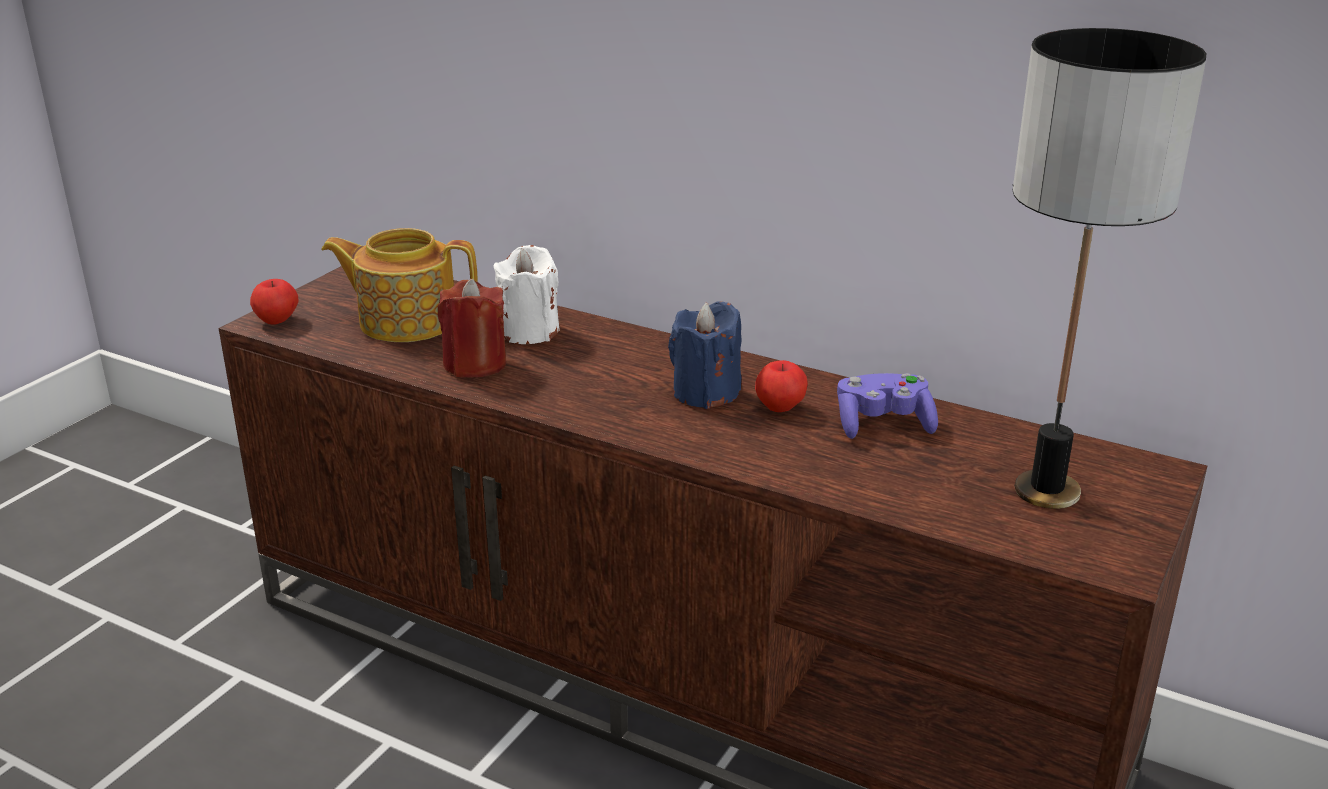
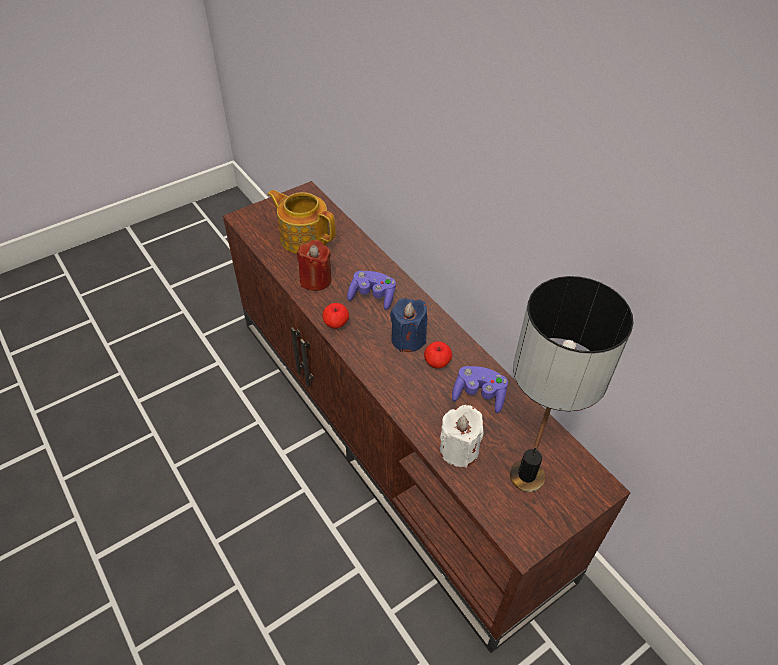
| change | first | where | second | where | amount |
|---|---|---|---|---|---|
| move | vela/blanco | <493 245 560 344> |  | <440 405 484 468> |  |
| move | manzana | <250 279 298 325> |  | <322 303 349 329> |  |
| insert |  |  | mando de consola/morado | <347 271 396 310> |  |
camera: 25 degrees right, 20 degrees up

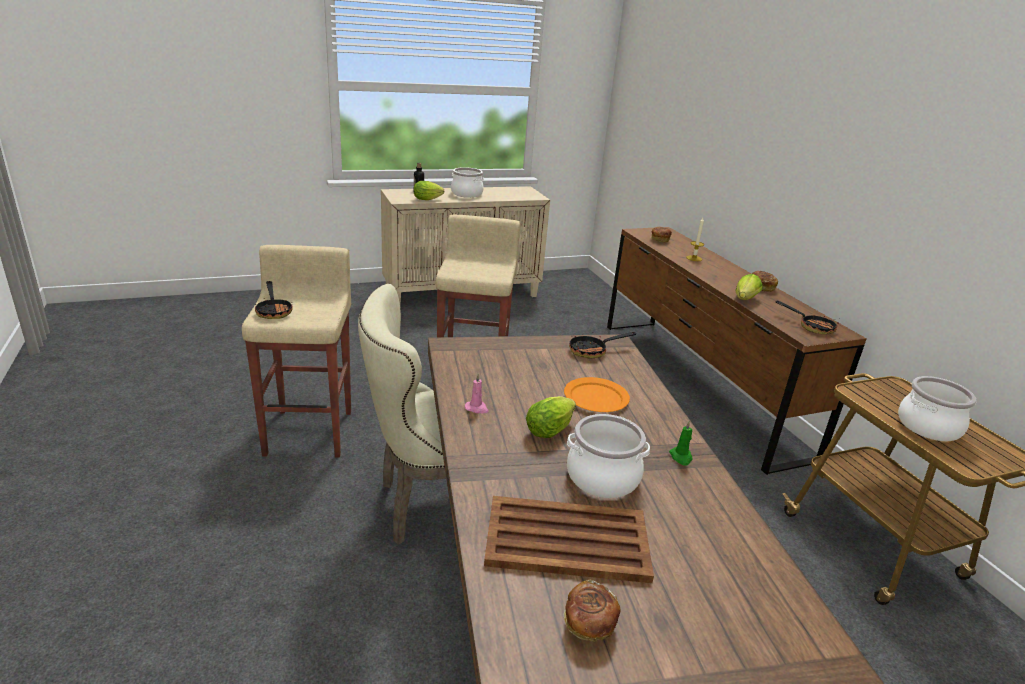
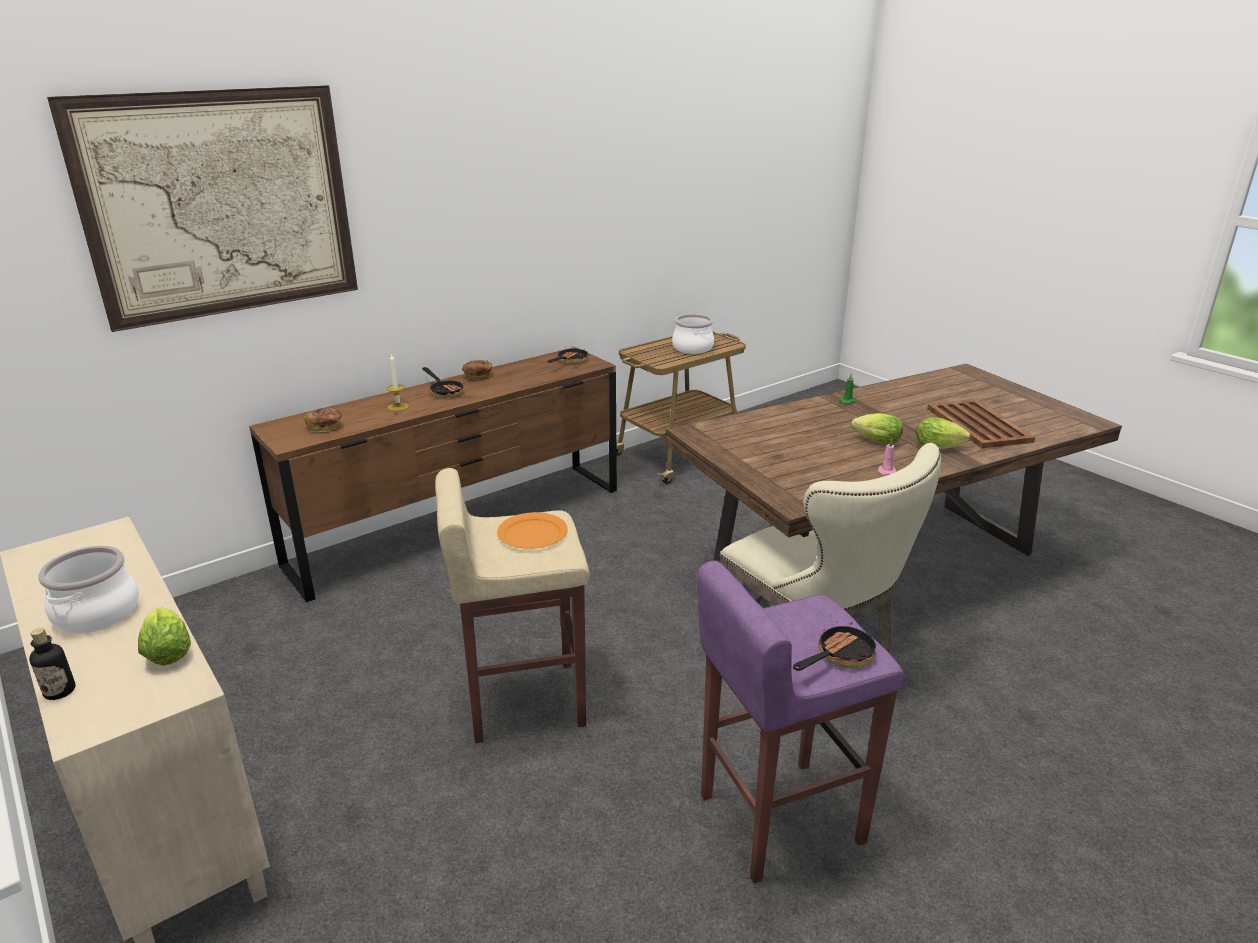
| change | first | where | second | where | amount |
|---|---|---|---|---|---|
| recolor | taburete/beis | <242 245 351 457> | taburete/morado | <697 560 904 883> |  |
| move | lechuga | <736 274 763 300> |  | <916 417 970 449> |  |
| move | sartén | <569 332 636 359> |  | <422 367 464 398> |  |
| move | plato/naranja | <564 377 630 412> |  | <497 512 568 549> |  |
| delete | olla | <567 414 650 498> |  |  |  |
| delete | pan | <563 580 621 642> |  |  |  |
| insert |  |  | cuadro | <47 85 358 332> |  |
camera: 105 degrees left, 0 degrees up

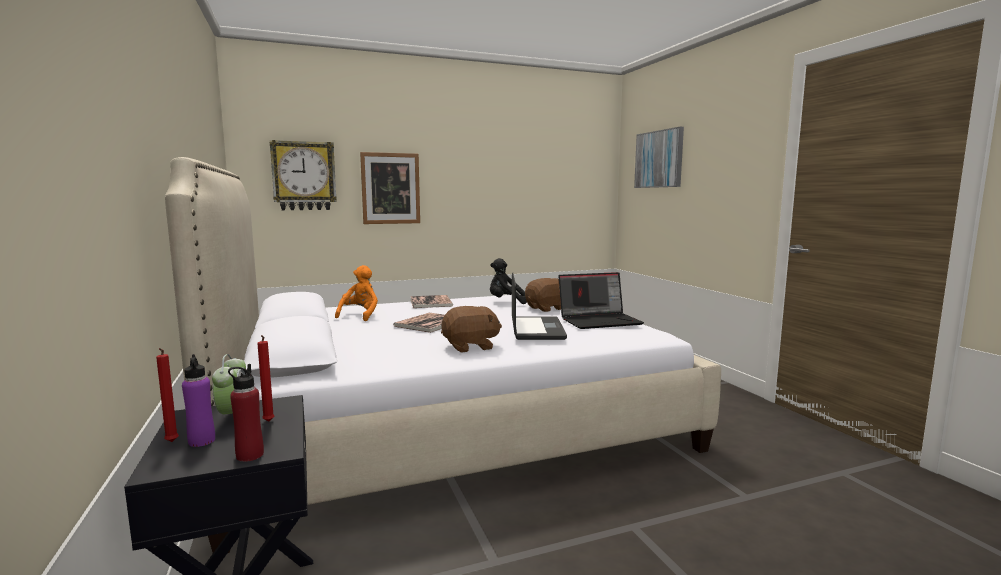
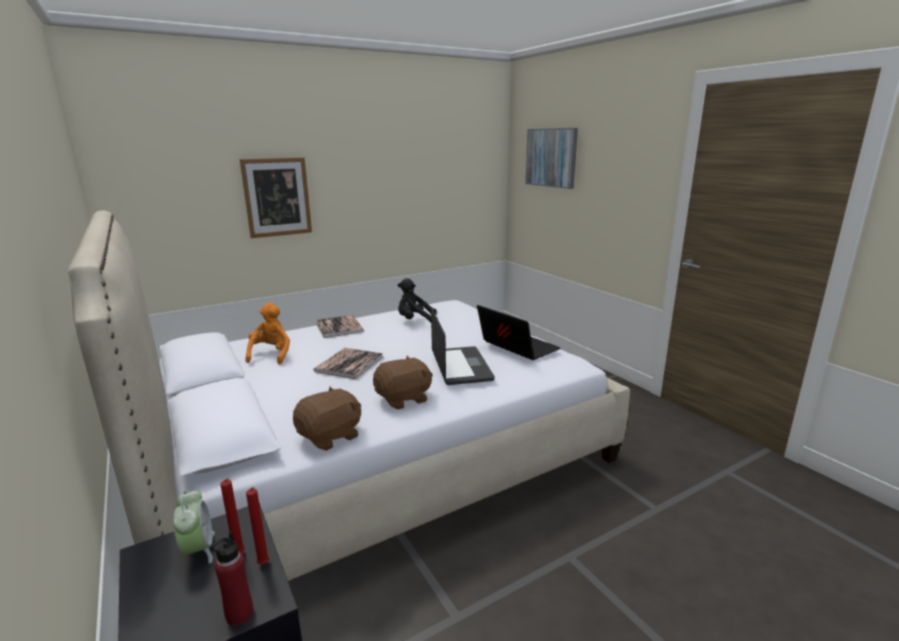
| change | first | where | second | where | amount |
|---|---|---|---|---|---|
| delete | reloj de pared | <270 140 337 210> |  |  |  |
| rotate | portátil | <559 272 644 329> |  | <477 305 560 360> | 105 degrees counterclockwise |
| move | peluche/marrón | <525 278 561 312> |  | <293 387 361 451> |  |
| move | vela/rojo | <156 348 179 442> |  | <246 487 269 565> |  |
| delete | botella/morado | <182 354 215 447> |  |  |  |
camera: 10 degrees left, 10 degrees up

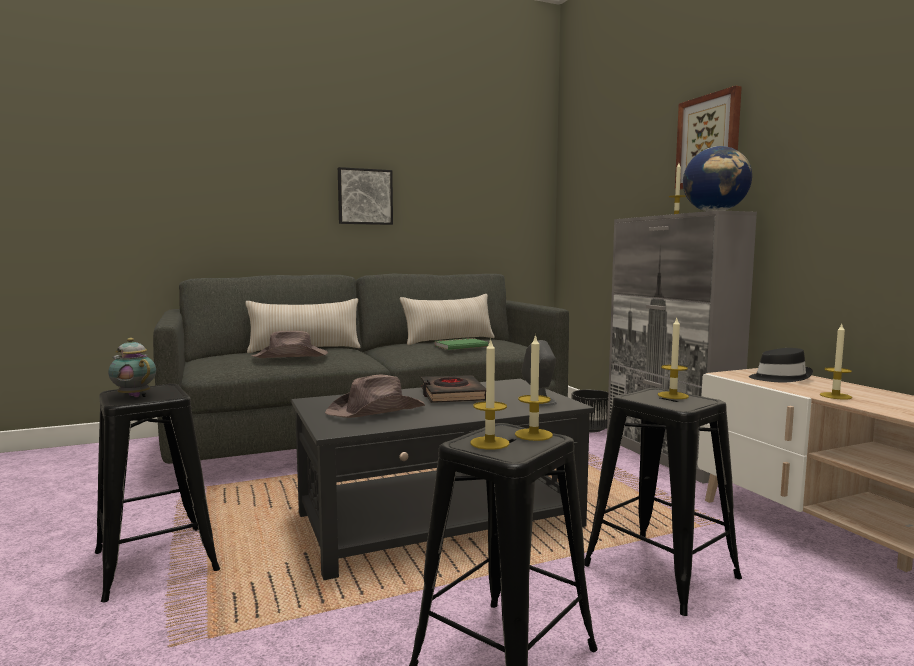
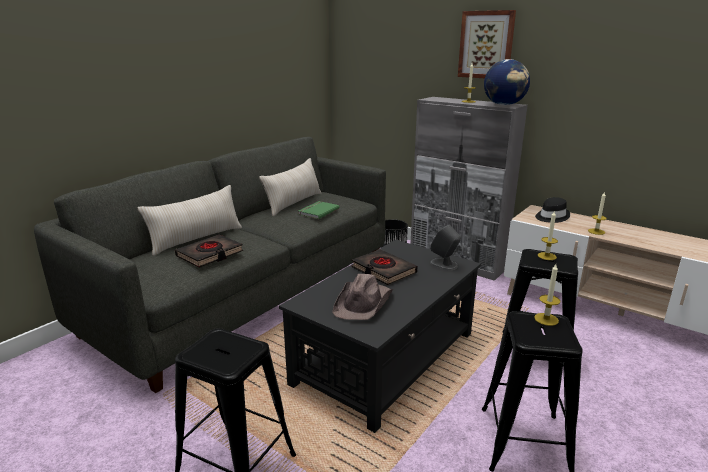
| change | first | where | second | where | amount |
|---|---|---|---|---|---|
| delete | cuadro | <338 167 393 225> |  |  |  |
| replace | sombrero/marrón | <252 331 328 358> | libro/negro | <175 234 243 268> |  |
| delete | tetera | <108 338 156 397> |  |  |  |
| delete | vela | <470 338 510 450> |  |  |  |
camera: 30 degrees left, 15 degrees up

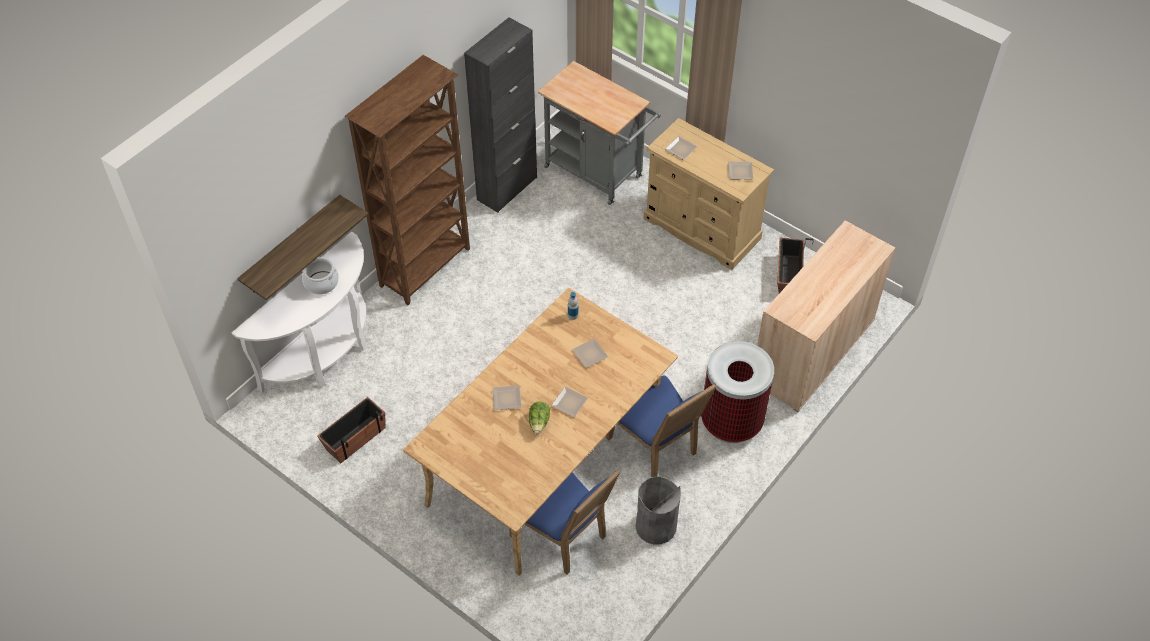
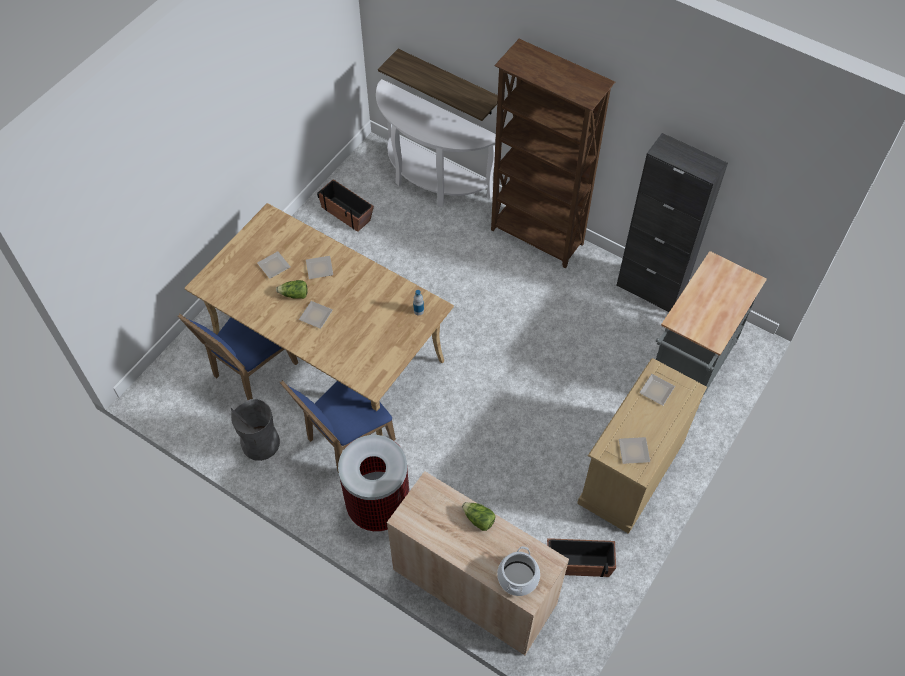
| change | first | where | second | where | amount |
|---|---|---|---|---|---|
| move | olla | <302 257 339 294> |  | <497 546 540 596> |  |
| move | plato | <572 339 608 368> |  | <257 251 290 279> |  |
| insert |  |  | lechuga | <462 502 496 531> |  |
camera: 85 degrees right, 5 degrees up

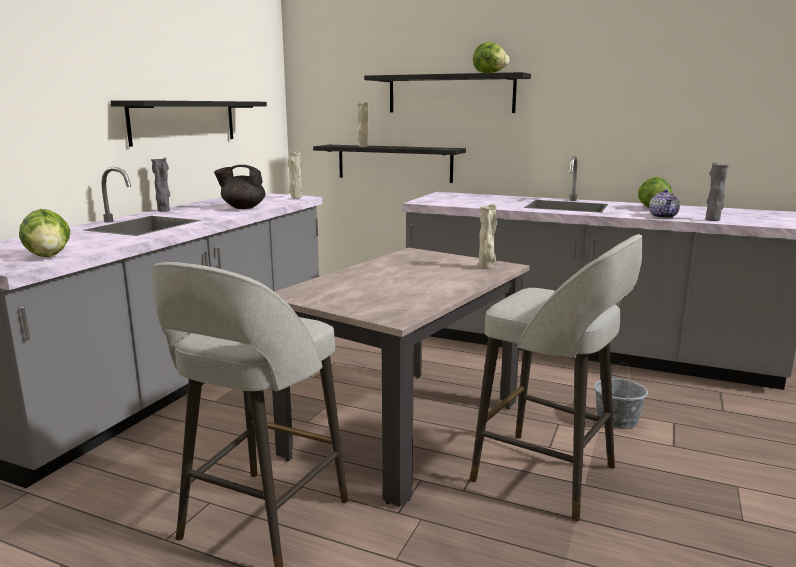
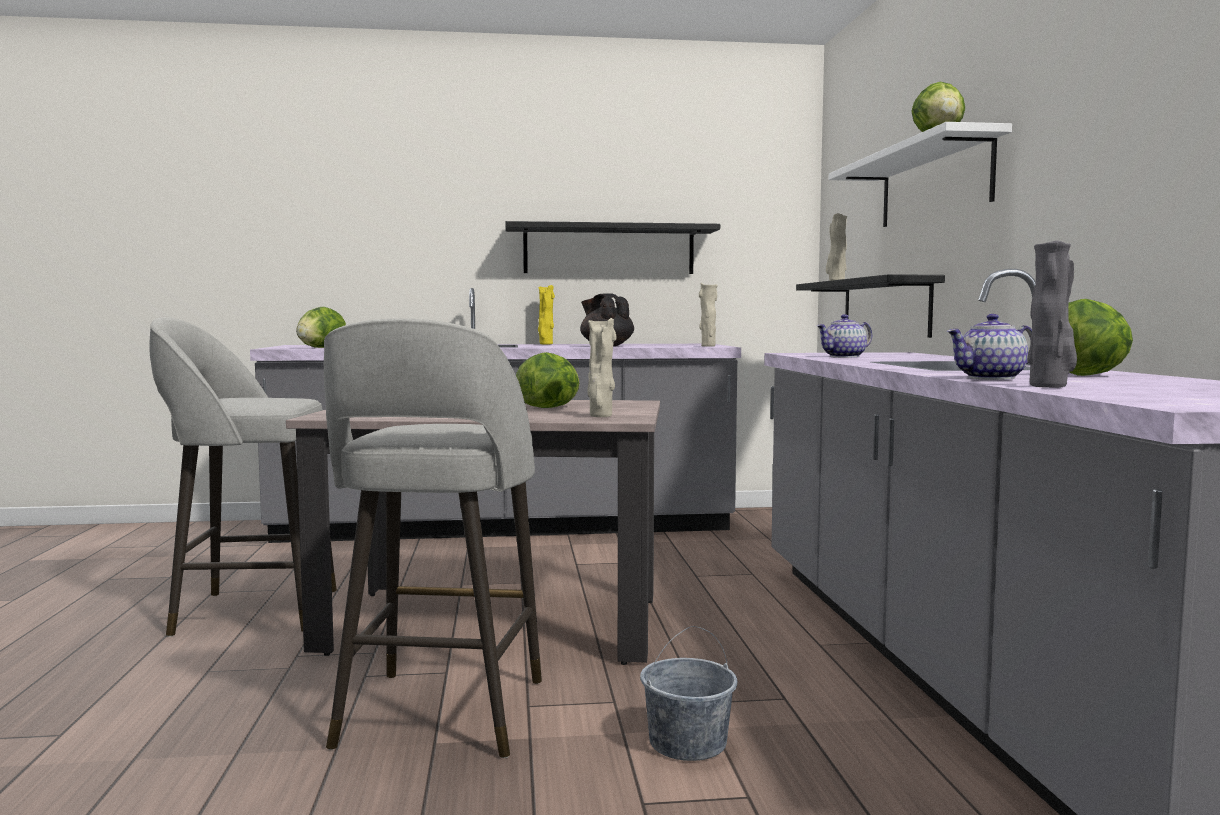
| change | first | where | second | where | amount |
|---|---|---|---|---|---|
| recolor | estante/negro | <364 72 531 113> | estante/blanco | <829 122 1012 227> |  |
| recolor | florero/gris | <151 157 170 212> | florero/amarillo | <538 285 555 344> |  |
| insert |  |  | tetera | <817 314 872 358> |  |
| insert |  |  | lechuga | <516 352 580 408> |  |
camera: 60 degrees right, 10 degrees down

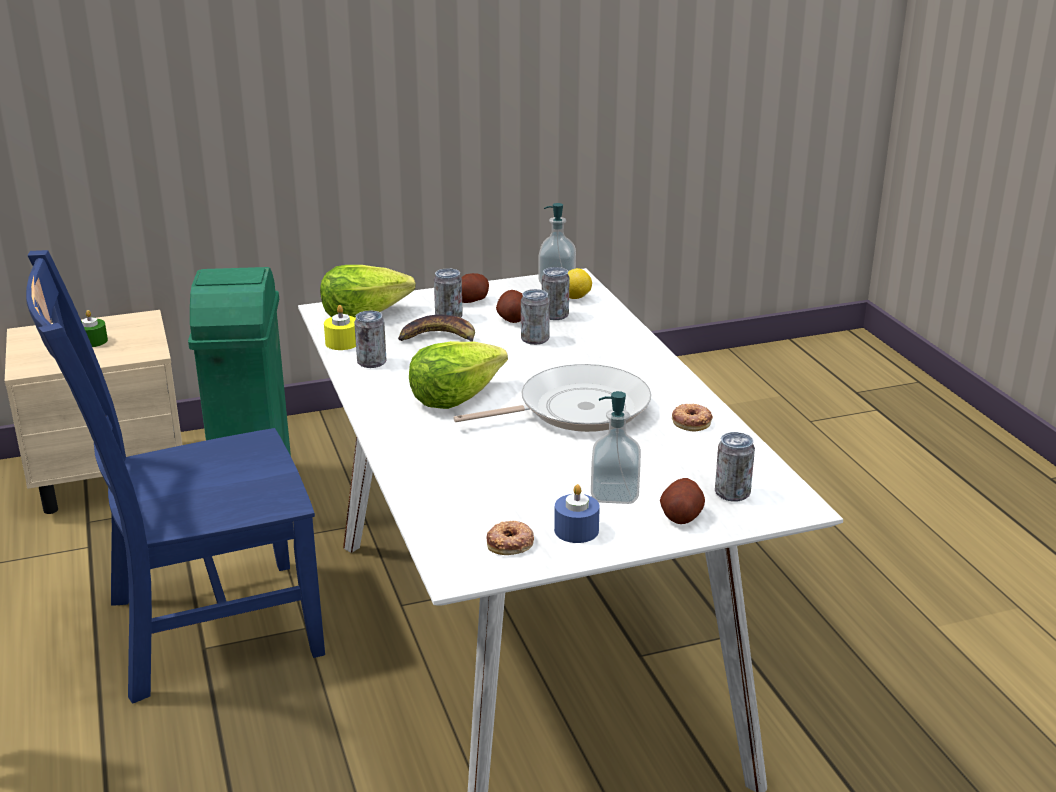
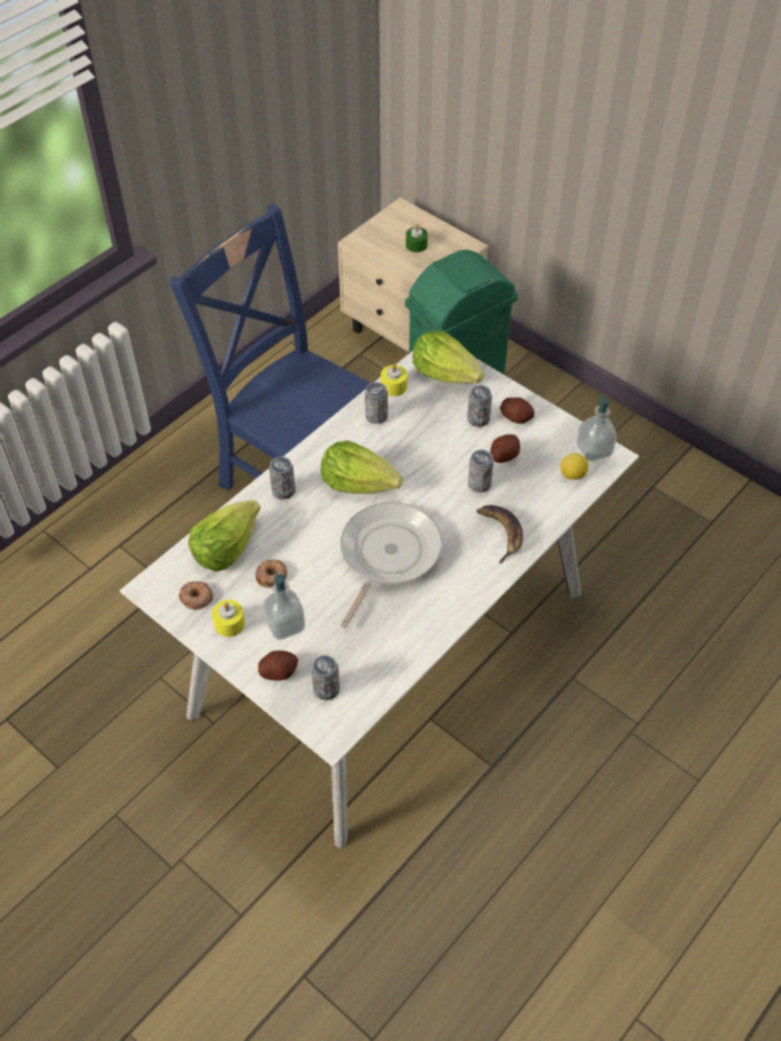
| change | first | where | second | where | amount |
|---|---|---|---|---|---|
| move | lata | <542 267 570 320> |  | <269 457 296 500> |  |
| move | plátano | <398 315 475 342> |  | <477 505 523 563> |  |
| rotate | sartén | <453 364 652 432> |  | <340 502 442 628> | 105 degrees counterclockwise |
| move | rosquilla | <672 403 713 432> |  | <255 559 287 588> |  |
| recolor | vela/azul | <554 484 600 543> | vela/amarillo | <212 600 245 637> |  |
| insert |  |  | lechuga | <188 500 260 572> |  |
camera: 60 degrees right, 25 degrees up

